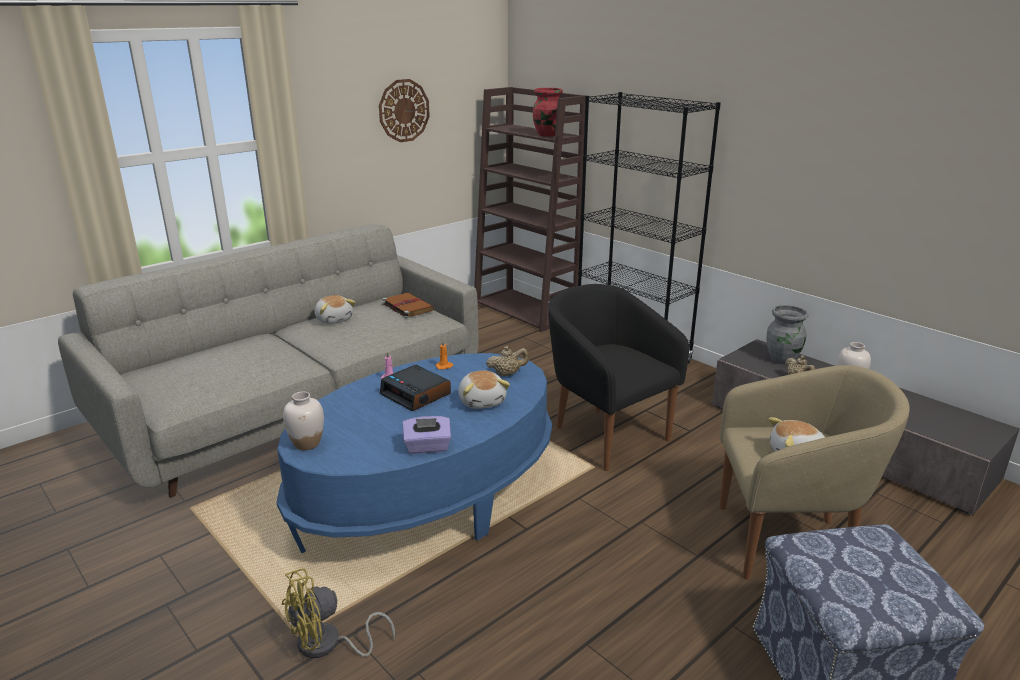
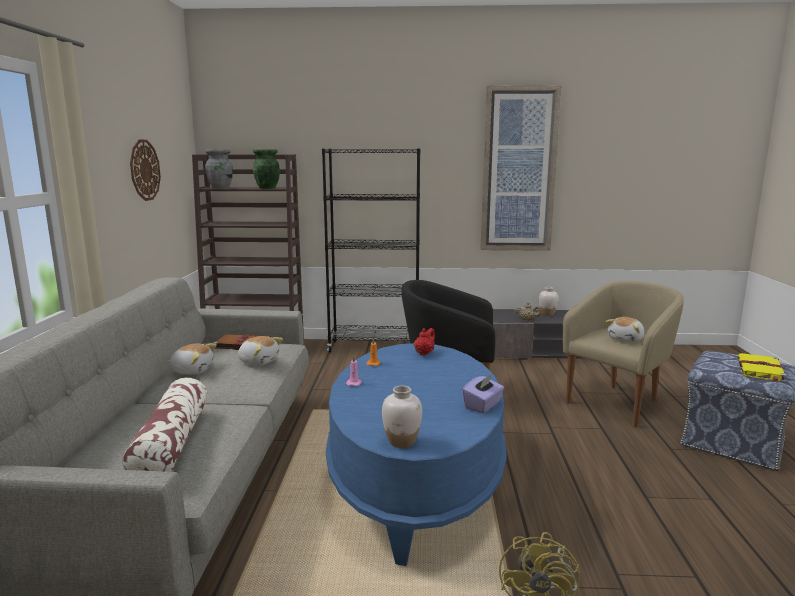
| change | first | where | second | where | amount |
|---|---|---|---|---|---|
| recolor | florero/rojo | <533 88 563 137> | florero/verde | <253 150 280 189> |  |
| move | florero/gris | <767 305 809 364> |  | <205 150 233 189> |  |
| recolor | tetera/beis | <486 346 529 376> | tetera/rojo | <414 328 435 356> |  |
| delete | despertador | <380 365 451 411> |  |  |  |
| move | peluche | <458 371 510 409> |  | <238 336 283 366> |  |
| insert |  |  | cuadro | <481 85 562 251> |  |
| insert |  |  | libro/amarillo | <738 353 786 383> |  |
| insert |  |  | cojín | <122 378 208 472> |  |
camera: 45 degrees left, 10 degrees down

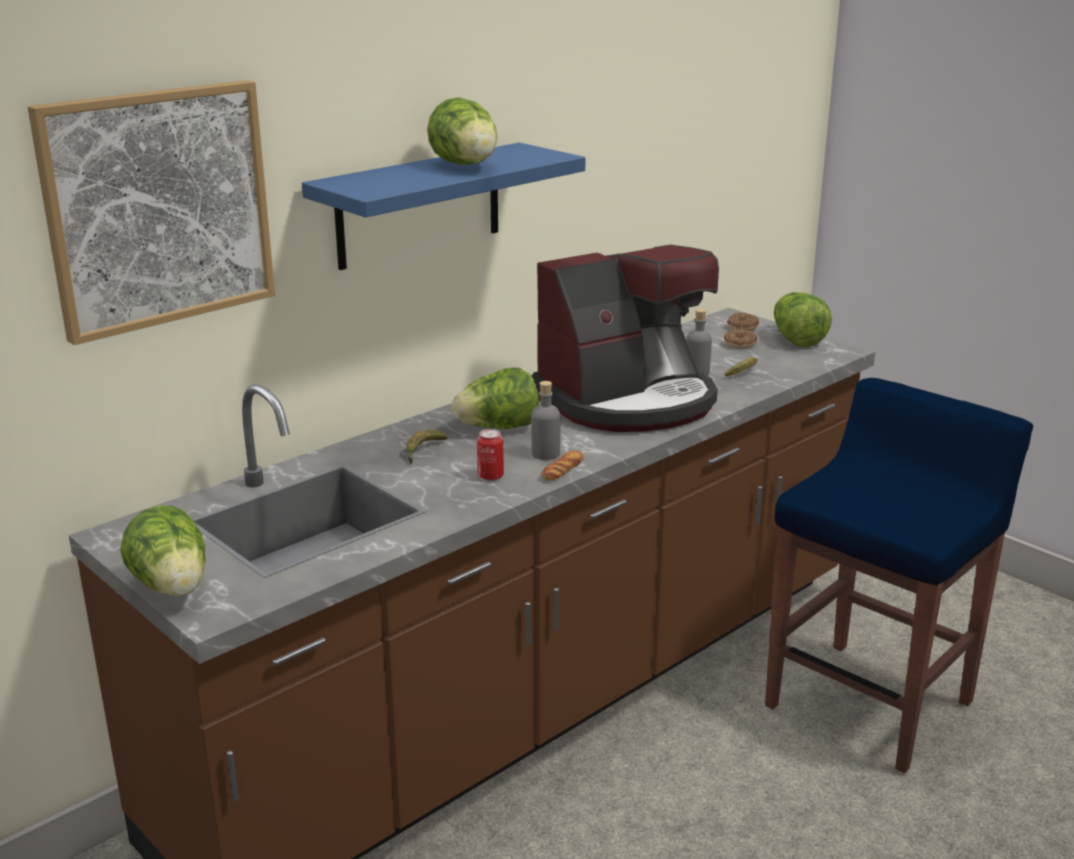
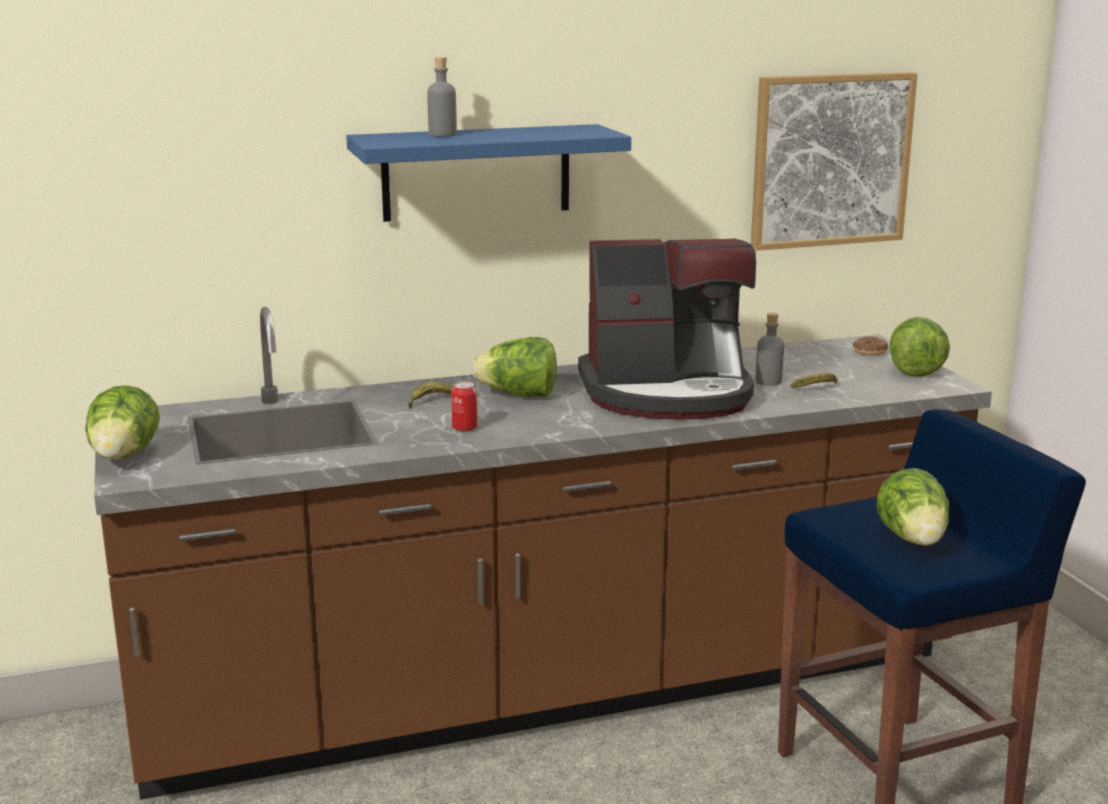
| change | first | where | second | where | amount |
|---|---|---|---|---|---|
| move | cuadro | <28 80 275 345> |  | <751 72 918 251> |  |
| move | lechuga | <427 97 497 165> |  | <877 468 949 546> |  |
| delete | rosquilla | <724 329 757 349> |  |  |  |
| move | botella/gris | <531 381 560 460> |  | <427 57 457 137> |  |
| delete | pan | <541 451 584 481> |  |  |  |
camera: 25 degrees right, 5 degrees down

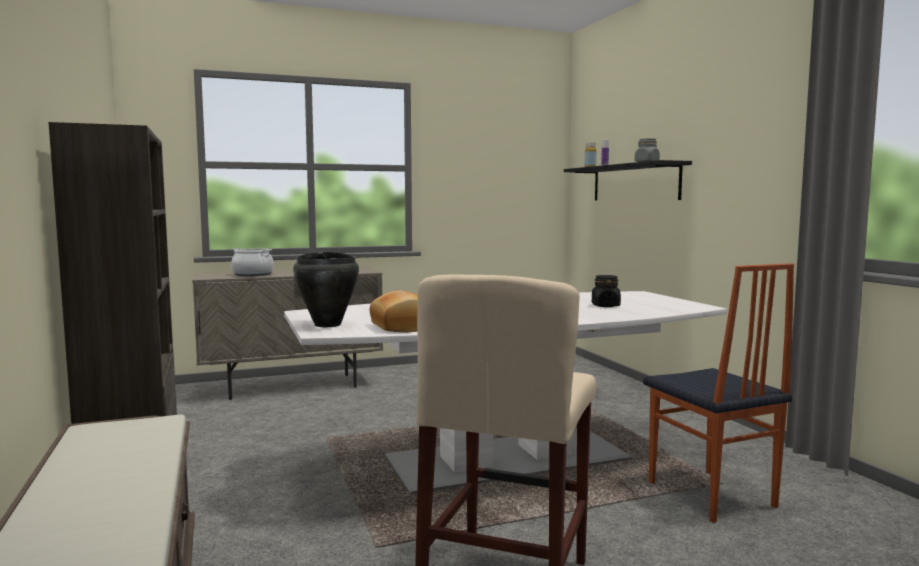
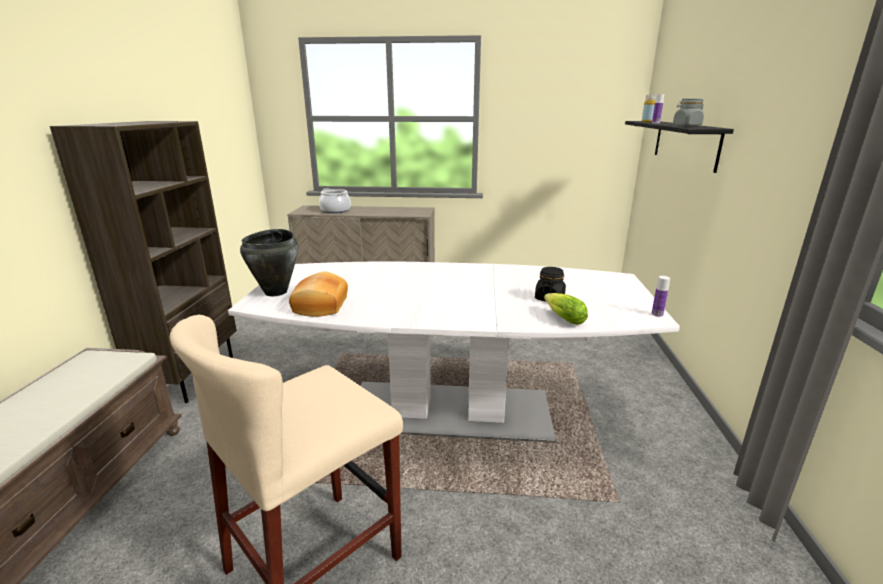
| change | first | where | second | where | amount |
|---|---|---|---|---|---|
| delete | silla | <643 263 794 523> |  |  |  |
| insert |  |  | botella | <651 276 670 317> |  |
| insert |  |  | lechuga | <544 293 588 324> |  |
camera: 25 degrees right, 15 degrees up

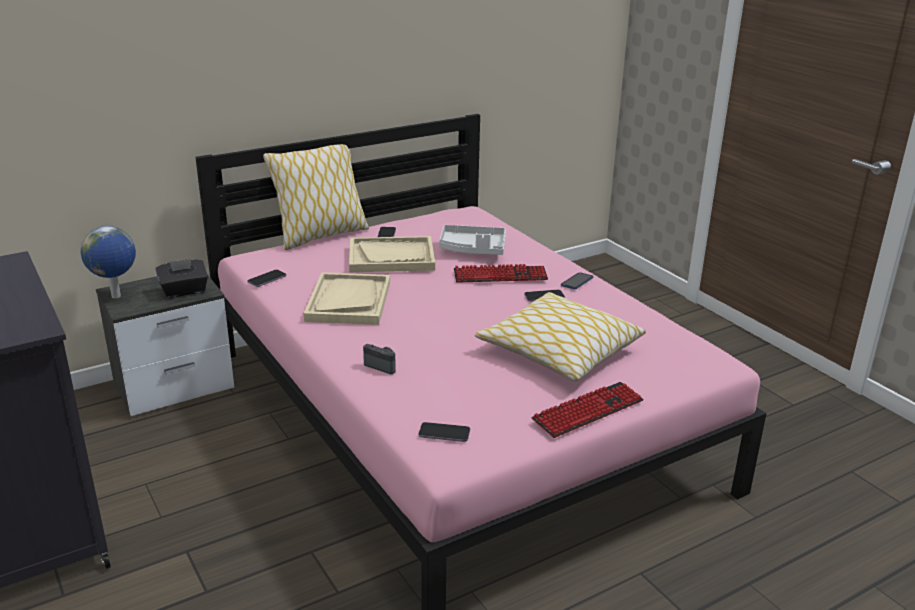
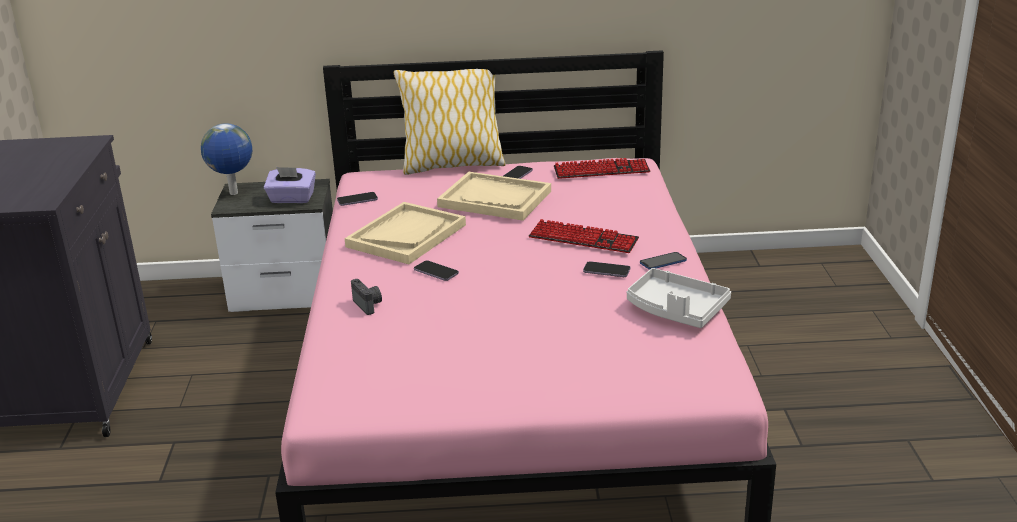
| change | first | where | second | where | amount |
|---|---|---|---|---|---|
| move | bandeja/gris | <439 225 506 255> |  | <627 268 731 328> |  |
| recolor | caja de pañuelos/negro | <155 259 208 298> | caja de pañuelos/morado | <264 167 316 203> |  |
| delete | cojín | <475 292 646 381> |  |  |  |
| move | teclado | <532 382 644 438> |  | <554 158 650 179> |  |
| move | móvil | <419 422 470 442> |  | <414 260 459 281> |  |
camera: 30 degrees right, 0 degrees up

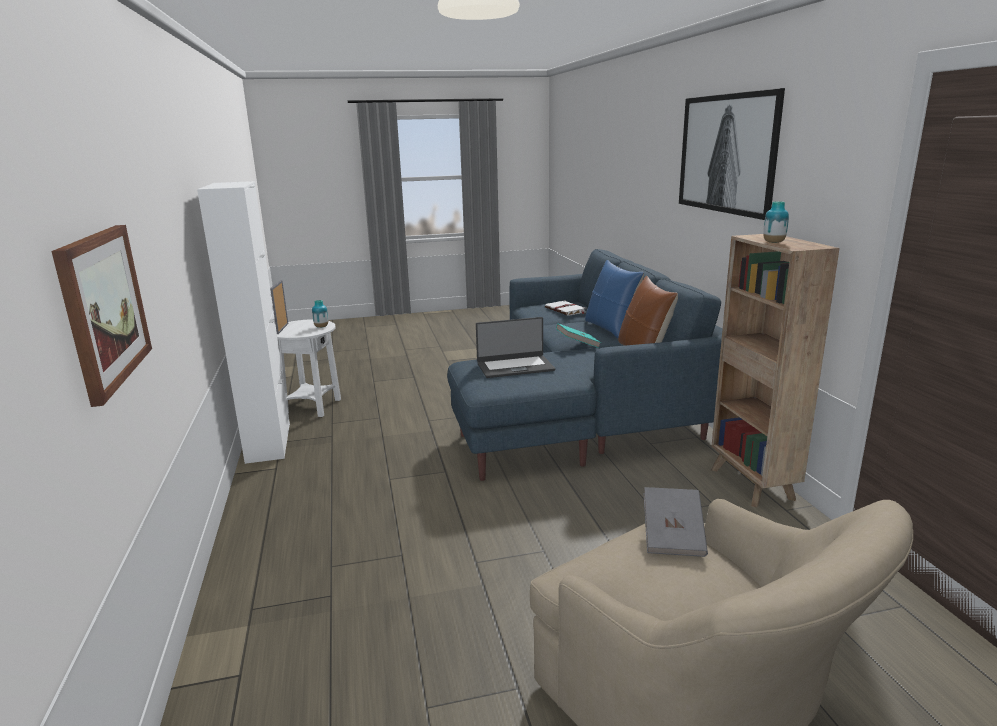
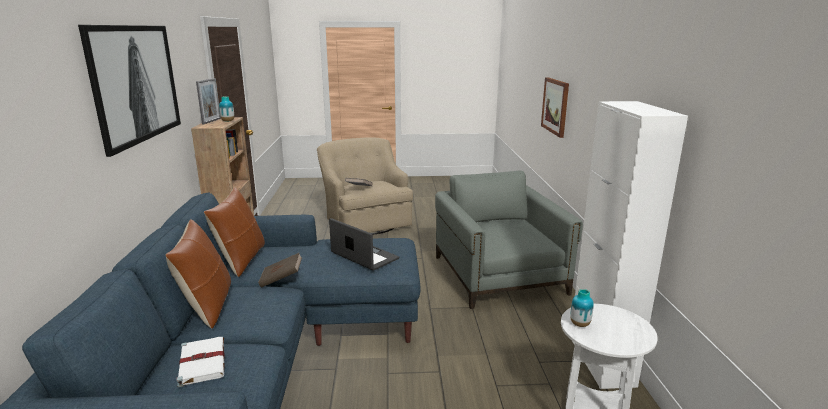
| change | first | where | second | where | amount |
|---|---|---|---|---|---|
| recolor | cojín/azul | <585 260 644 338> | cojín/marrón | <166 219 231 329> |  |
| move | portarretratos | <270 280 288 334> |  | <196 78 221 124> |  |
| rotate | portátil | <476 317 555 378> |  | <329 218 399 271> | 45 degrees clockwise |
| recolor | libro/turquesa | <556 324 601 348> | libro/marrón | <258 253 302 288> |  |
| insert |  |  | sillón/gris | <435 170 583 309> |  |
camera: 170 degrees left, 0 degrees up

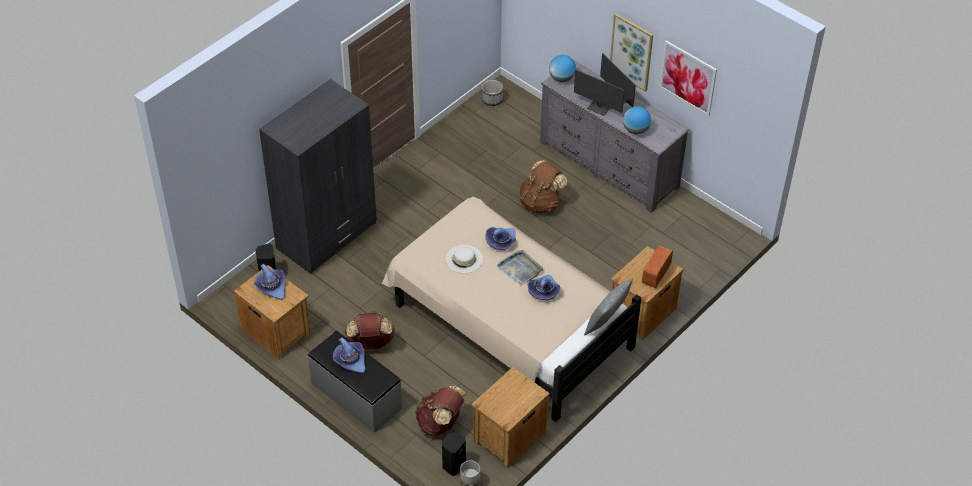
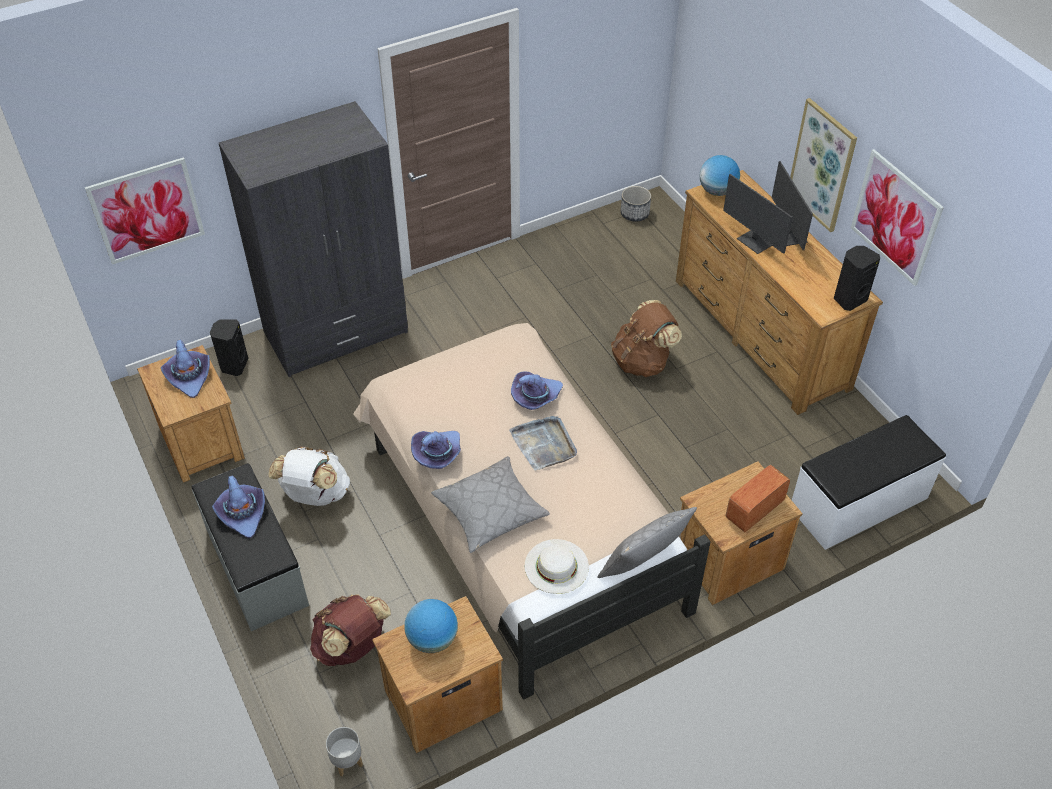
| change | first | where | second | where | amount |
|---|---|---|---|---|---|
| recolor | cómoda/gris | <540 61 690 213> | cómoda/marrón | <676 170 883 415> |  |
| move | globo terráqueo | <623 106 651 135> |  | <404 599 458 653> |  |
| move | sombrero/blanco | <446 245 483 273> |  | <525 539 589 594> |  |
| move | sombrero/morado | <527 275 560 300> |  | <411 431 461 469> |  |
| recolor | mochila/marrón | <344 311 395 350> | mochila/blanco | <268 447 350 506> |  |
| move | altavoz/negro | <442 433 466 476> |  | <834 246 880 311> |  |
| insert |  |  | cuadro | <85 157 205 265> |  |
| insert |  |  | banco/blanco | <792 415 946 550> |  |
| insert |  |  | cojín/gris | <431 456 550 553> |  |
camera: 20 degrees right, 0 degrees up

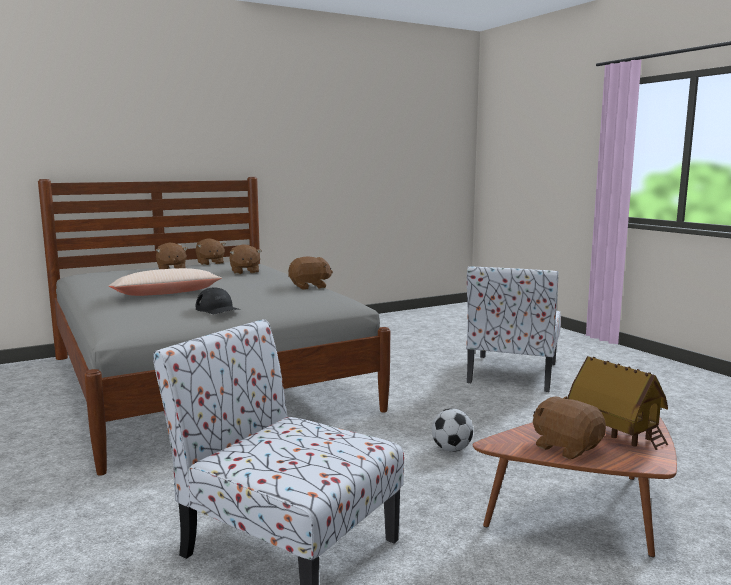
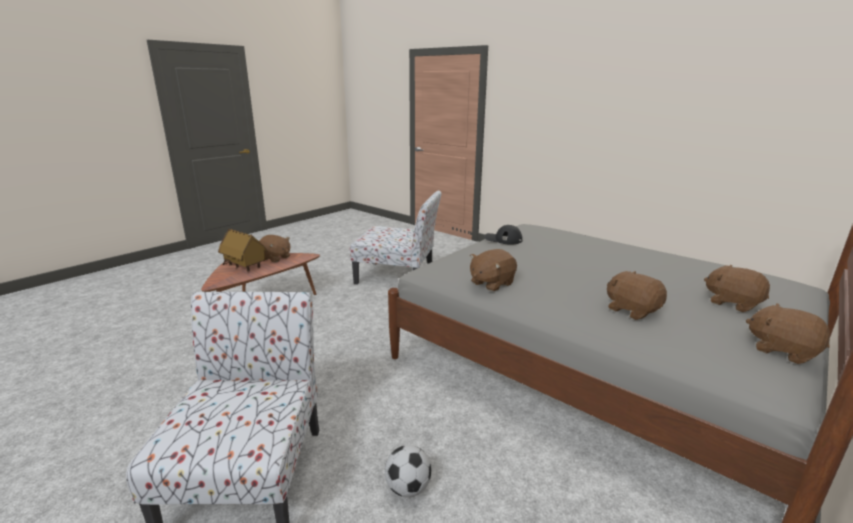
| change | first | where | second | where | amount |
|---|---|---|---|---|---|
| delete | cojín/beis | <109 268 222 296> |  |  |  |
| move | balón de fútbol | <432 408 473 452> |  | <385 445 431 497> |  |
camera: 160 degrees right, 10 degrees up

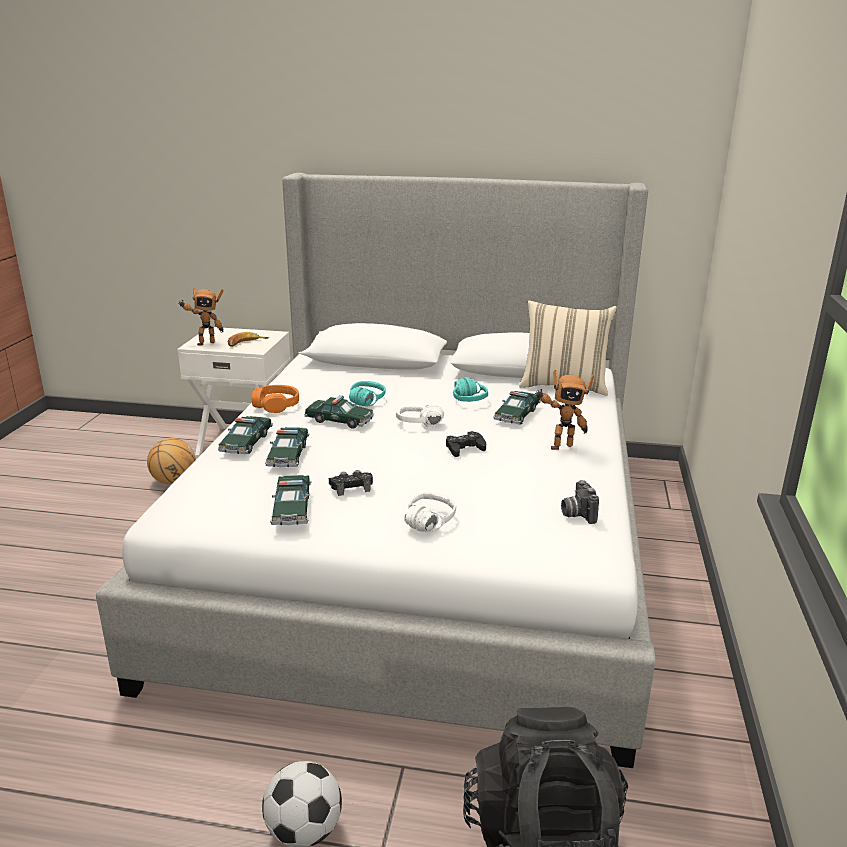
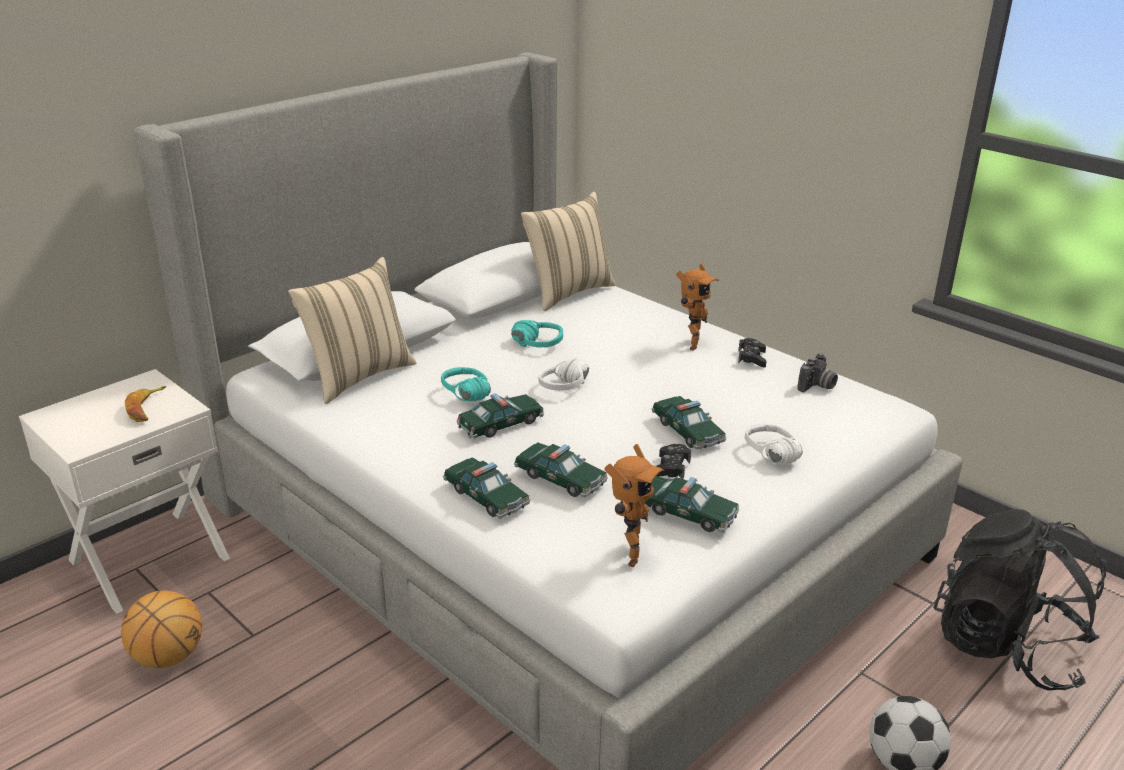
| change | first | where | second | where | amount |
|---|---|---|---|---|---|
| move | robot de juguete | <178 286 224 346> |  | <604 444 665 567> |  |
| delete | auriculares/naranja | <252 385 299 413> |  |  |  |
| move | coche de juguete | <493 391 540 425> |  | <651 396 727 450> |  |
| move | mando de consola/negro | <446 431 486 457> |  | <738 338 766 368> |  |
| rotate | cámara | <561 480 599 524> |  | <797 353 838 392> | 75 degrees counterclockwise |
| insert |  |  | cojín/beis | <288 257 416 404> |  |
camera: 55 degrees left, 5 degrees up

